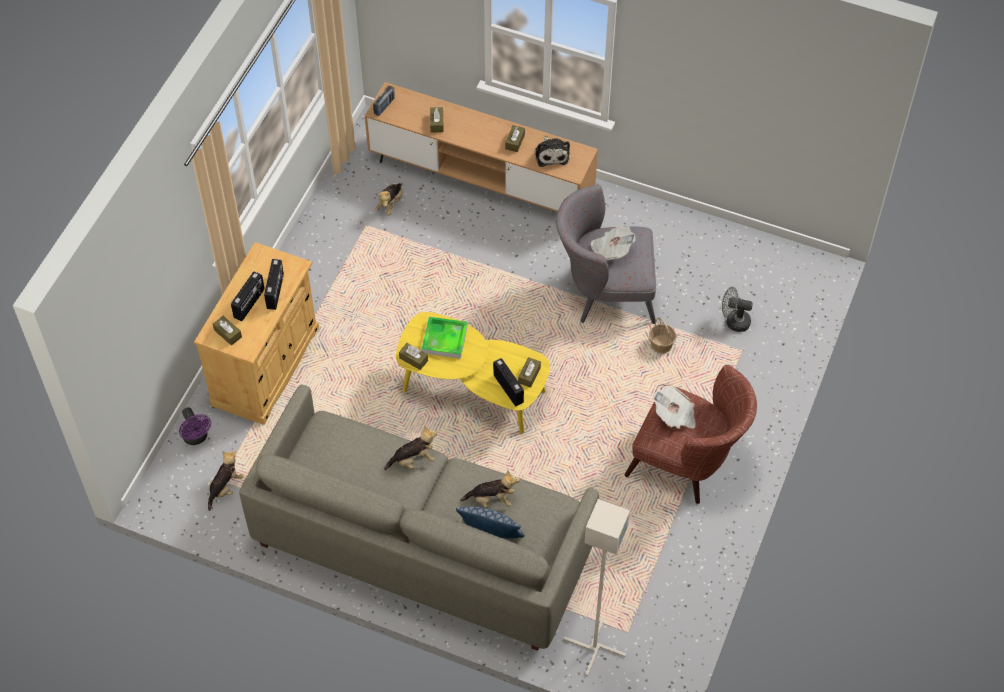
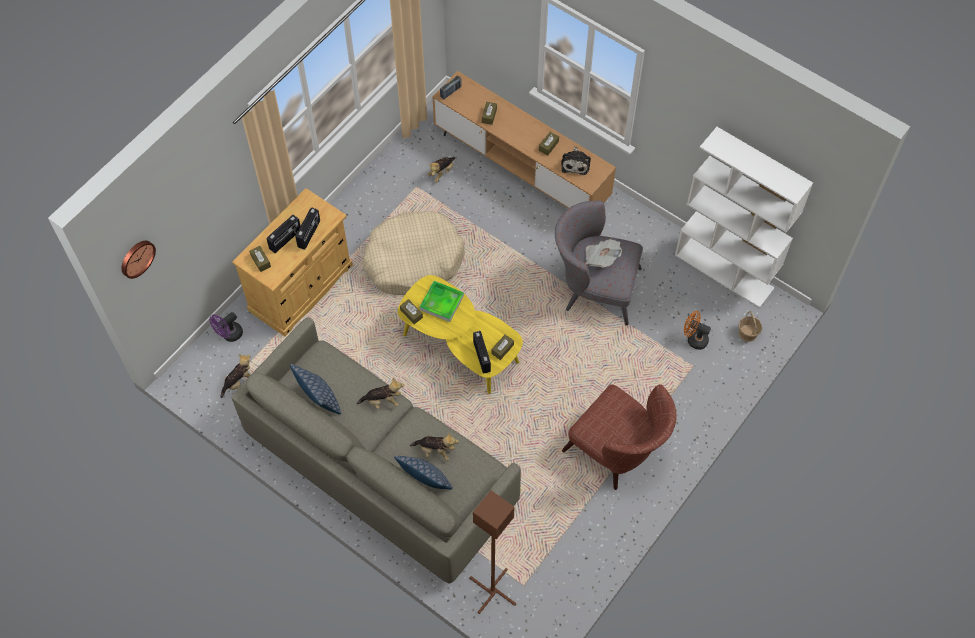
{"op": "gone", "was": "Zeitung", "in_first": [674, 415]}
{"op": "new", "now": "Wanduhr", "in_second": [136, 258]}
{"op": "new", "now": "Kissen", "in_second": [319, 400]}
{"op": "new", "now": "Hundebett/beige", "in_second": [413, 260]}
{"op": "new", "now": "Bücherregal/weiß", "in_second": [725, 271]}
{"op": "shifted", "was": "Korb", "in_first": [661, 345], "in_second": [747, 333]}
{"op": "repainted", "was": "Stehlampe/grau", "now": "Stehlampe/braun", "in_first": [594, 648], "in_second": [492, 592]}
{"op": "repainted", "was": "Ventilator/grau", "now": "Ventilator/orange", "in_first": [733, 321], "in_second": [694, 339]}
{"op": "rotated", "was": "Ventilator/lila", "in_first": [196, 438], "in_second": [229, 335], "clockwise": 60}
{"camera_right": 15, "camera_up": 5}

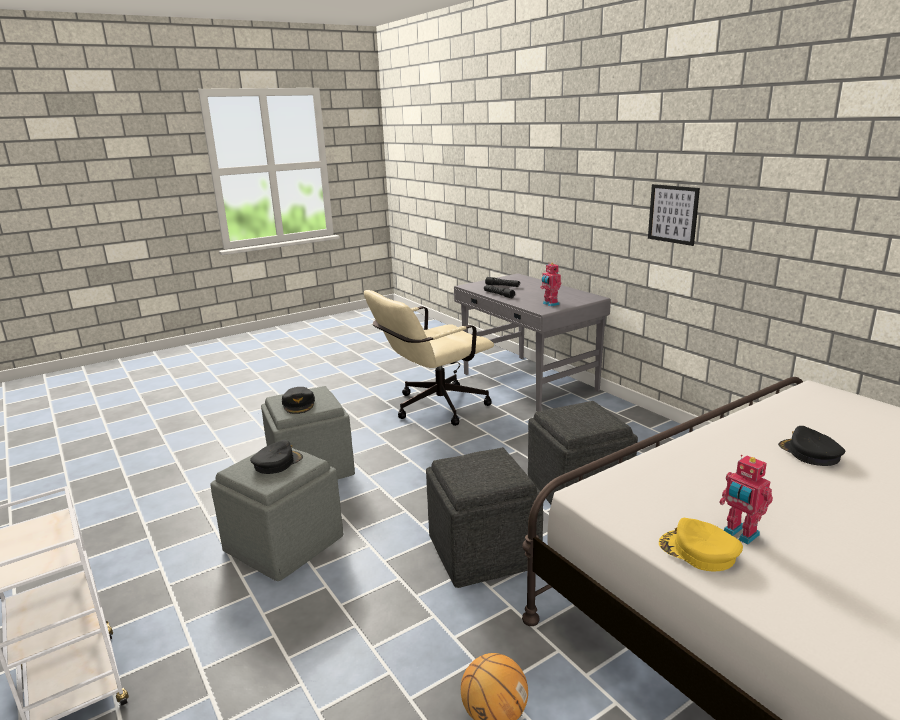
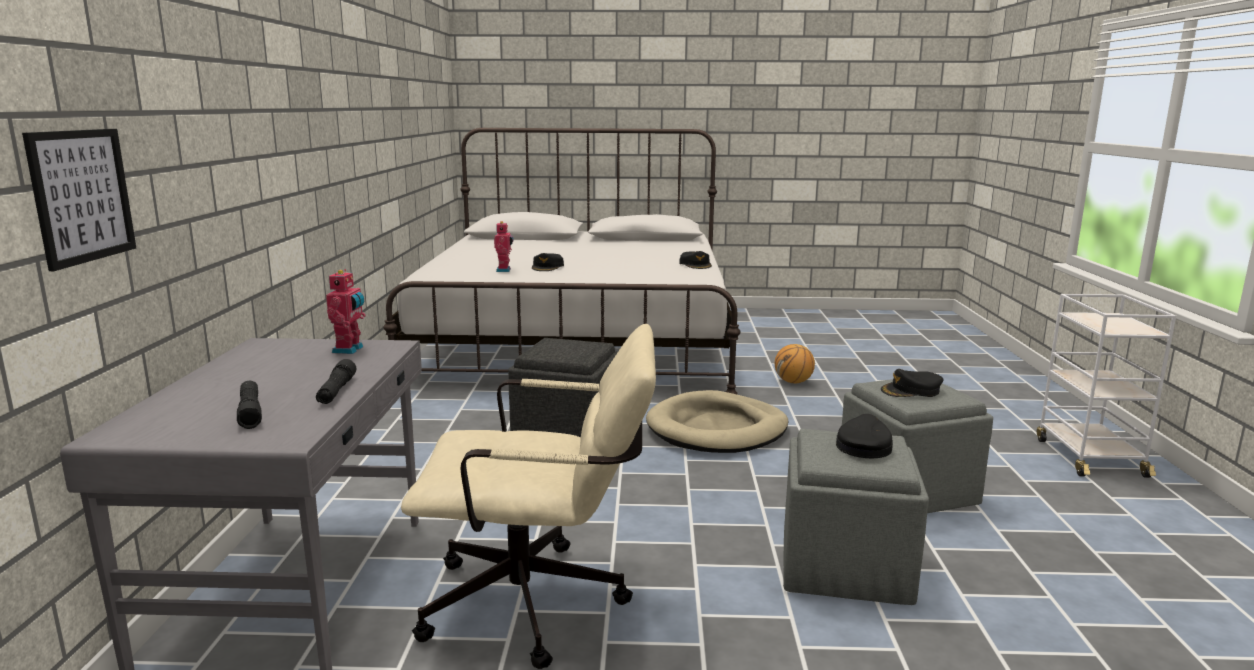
{"op": "shifted", "was": "Bild", "in_first": [673, 214], "in_second": [82, 196]}
{"op": "shifted", "was": "Spielzeugroboter", "in_first": [739, 534], "in_second": [504, 270]}
{"op": "swapped", "was": "Polsterhocker/grau", "now": "Hundebett/beige", "in_first": [482, 552], "in_second": [717, 429]}
{"op": "repainted", "was": "Kappe/gelb", "now": "Kappe/schwarz", "in_first": [698, 551], "in_second": [695, 265]}
{"camera_right": -145, "camera_up": -5}

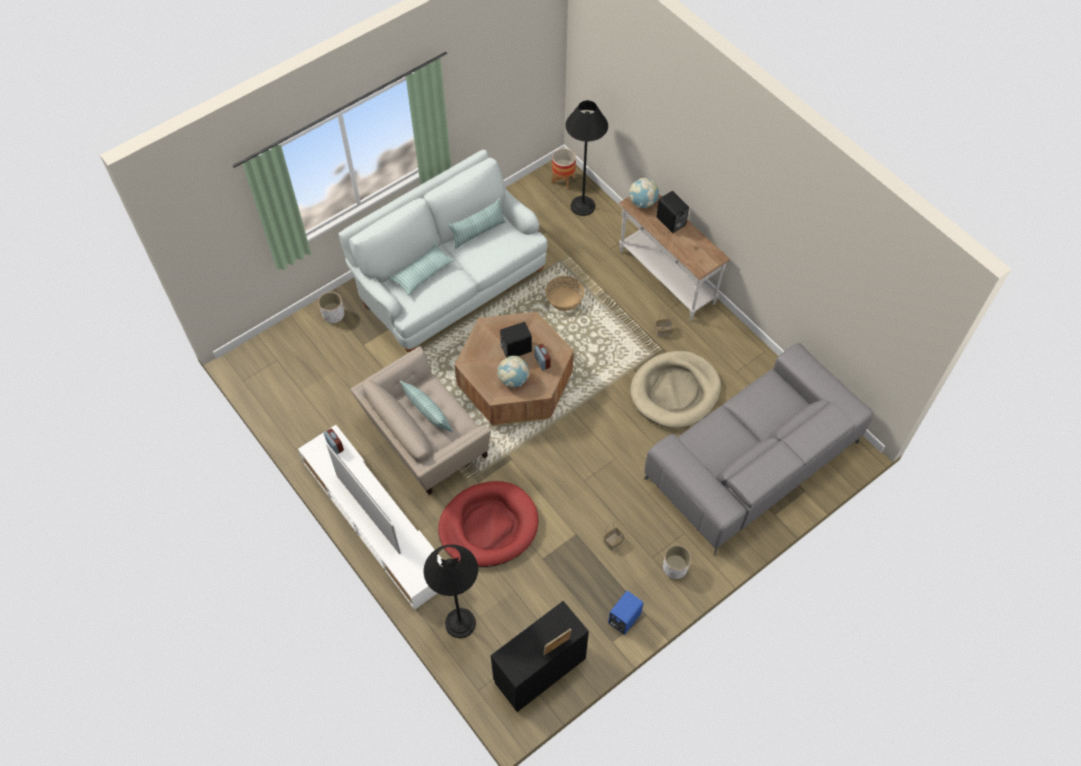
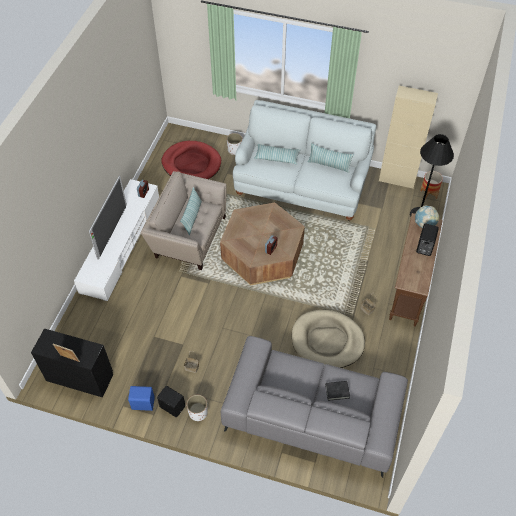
{"op": "gone", "was": "Stehlampe/schwarz", "in_first": [460, 623]}
{"op": "gone", "was": "Globus", "in_first": [513, 379]}
{"op": "gone", "was": "Korb", "in_first": [564, 299]}
{"op": "new", "now": "Buch/schwarz", "in_second": [337, 391]}
{"op": "new", "now": "Schrank/beige", "in_second": [397, 179]}
{"op": "shifted", "was": "Hundebett/rot", "in_first": [488, 526], "in_second": [191, 164]}
{"op": "shifted", "was": "Lautsprecher/schwarz", "in_first": [515, 349], "in_second": [172, 406]}
{"op": "repainted", "was": "Konsolentisch/weiß", "now": "Konsolentisch/braun", "in_first": [665, 278], "in_second": [408, 288]}
{"camera_right": 55, "camera_up": -5}

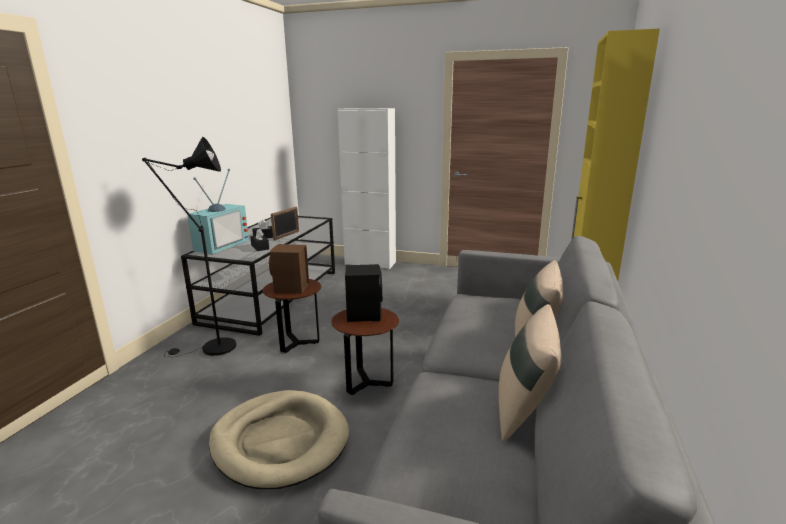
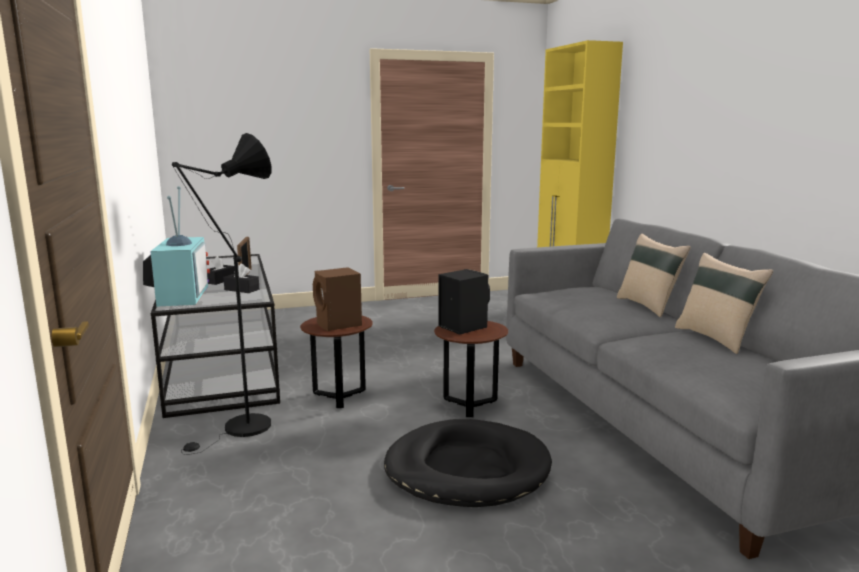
{"op": "gone", "was": "Schrank/weiß", "in_first": [370, 263]}
{"op": "repainted", "was": "Hundebett/beige", "now": "Hundebett/schwarz", "in_first": [280, 441], "in_second": [467, 469]}
{"camera_right": -35, "camera_up": -5}

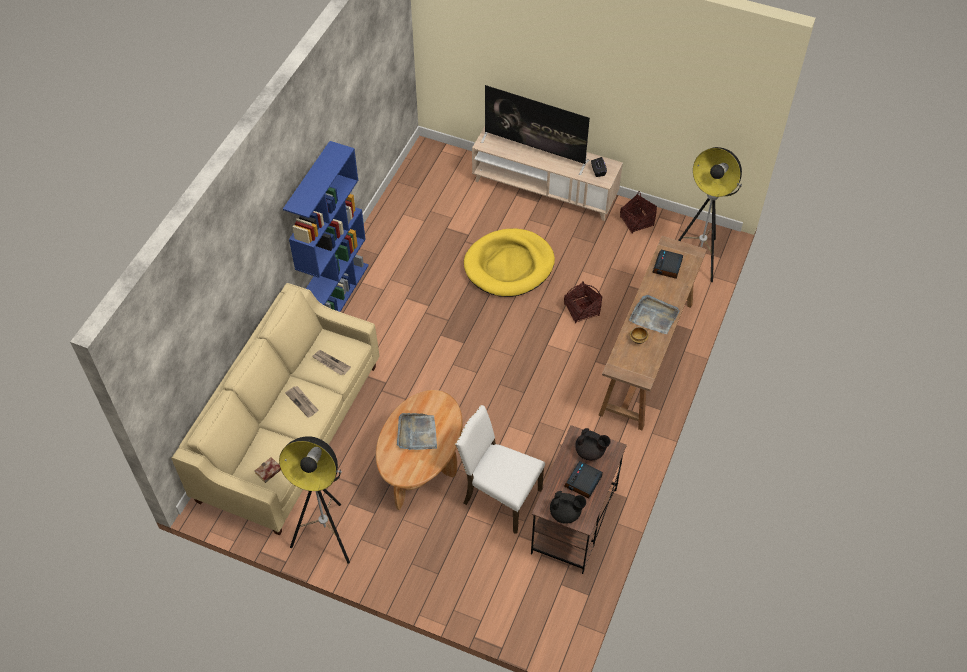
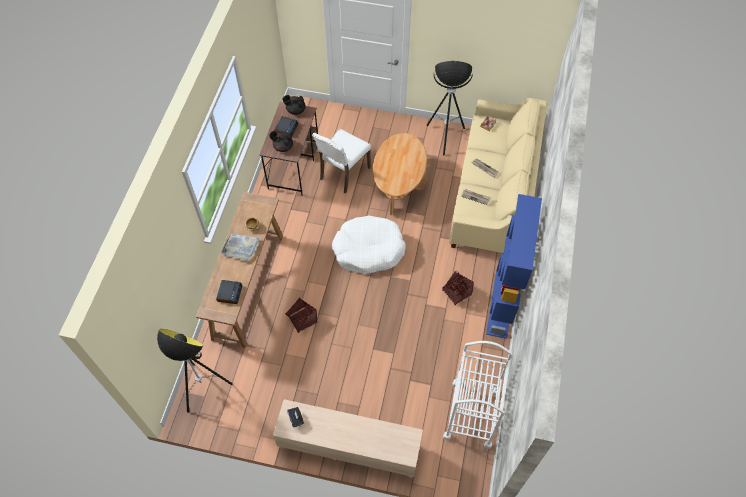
{"op": "gone", "was": "Tablett/grau", "in_first": [417, 433]}
{"op": "gone", "was": "Hundebett/gelb", "in_first": [509, 265]}
{"op": "gone", "was": "Fernseher", "in_first": [535, 151]}
{"op": "new", "now": "Hundebett/weiß", "in_second": [368, 250]}
{"op": "new", "now": "Rollwagen/weiß", "in_second": [471, 414]}
{"op": "shifted", "was": "Korb", "in_first": [636, 221], "in_second": [456, 293]}
{"op": "rotated", "was": "Stuhl/weiß", "in_first": [500, 497], "in_second": [343, 173], "clockwise": 105}
{"camera_right": 170, "camera_up": 5}

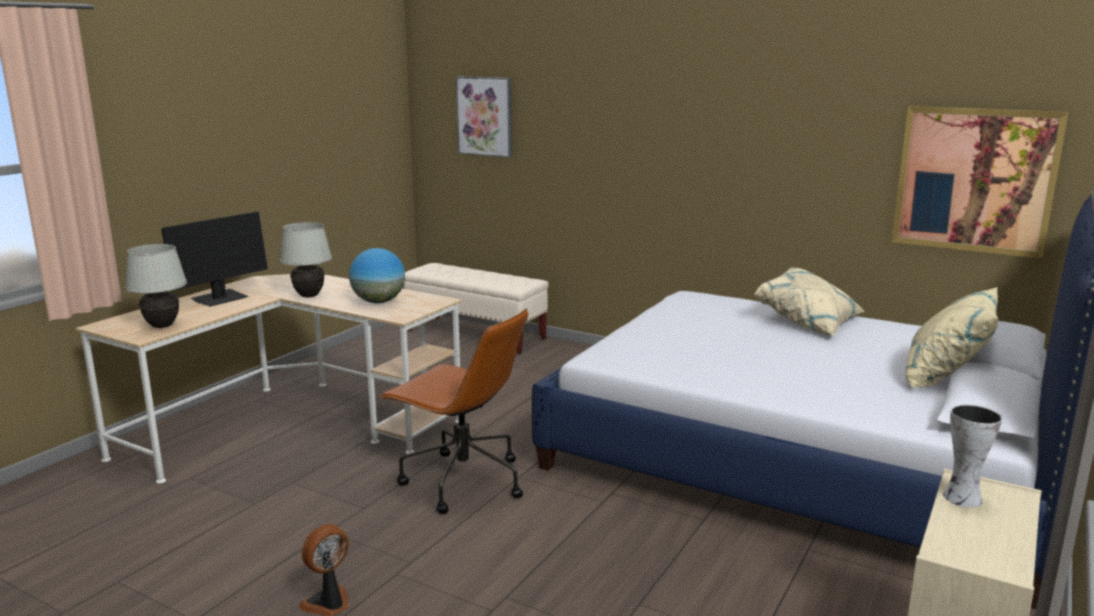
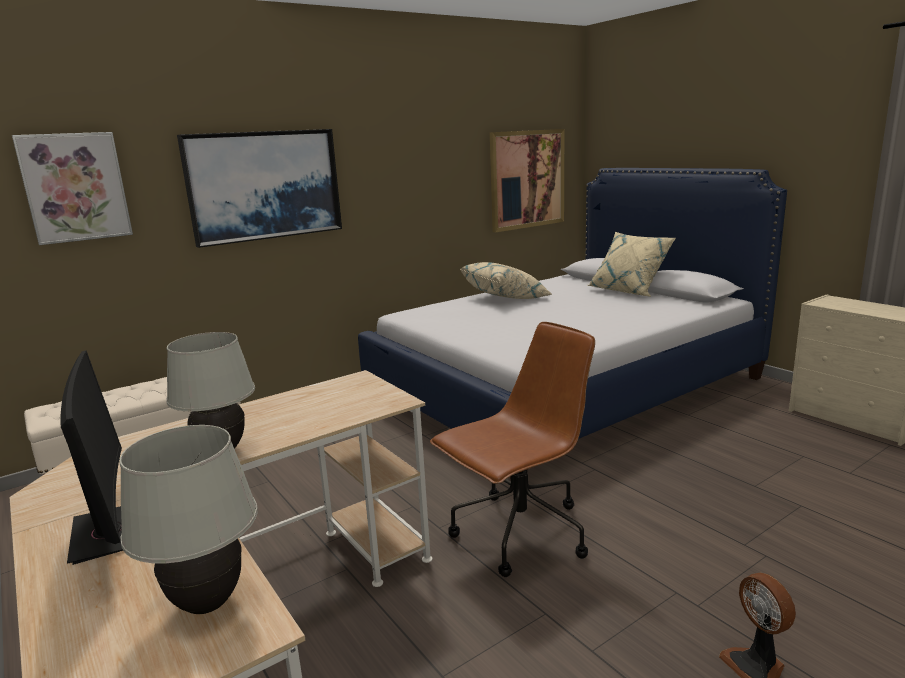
{"op": "gone", "was": "Globus", "in_first": [378, 302]}
{"op": "gone", "was": "Vase", "in_first": [960, 497]}
{"op": "new", "now": "Bild", "in_second": [264, 185]}
{"camera_right": -65, "camera_up": 0}

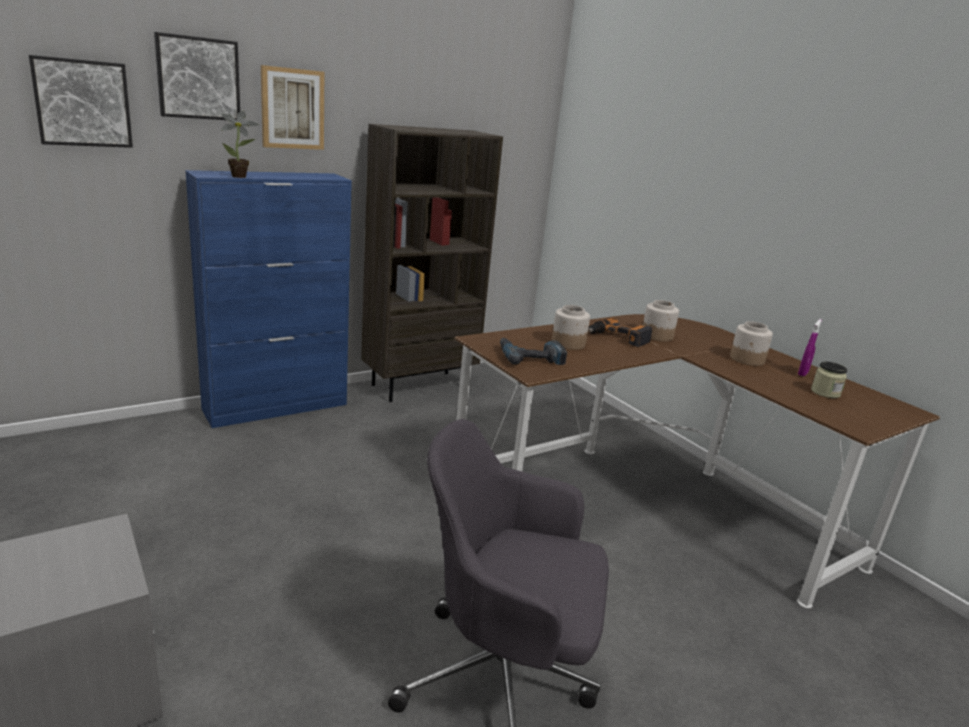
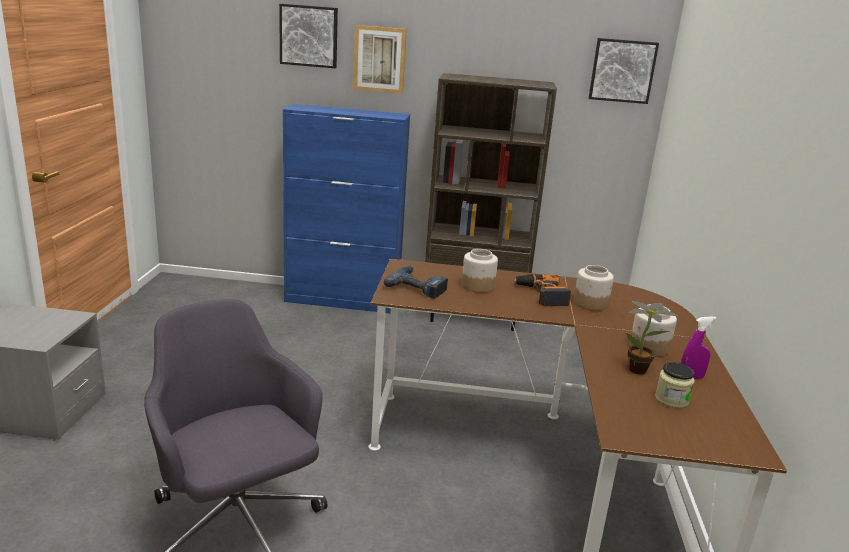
{"op": "shifted", "was": "Bild", "in_first": [82, 103], "in_second": [622, 70]}
{"op": "shifted", "was": "Topfpflanze", "in_first": [241, 177], "in_second": [640, 371]}
{"camera_right": 40, "camera_up": 0}

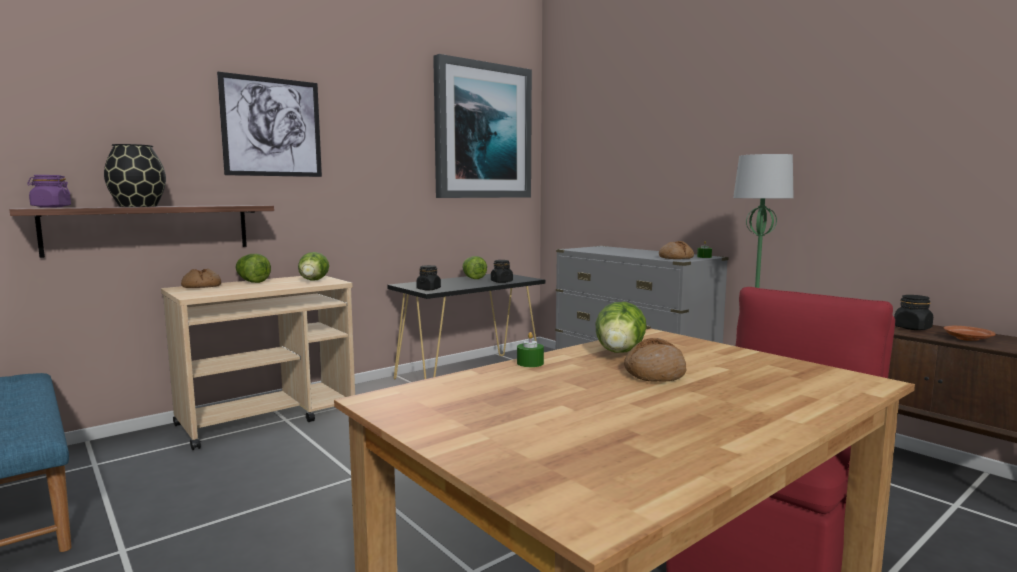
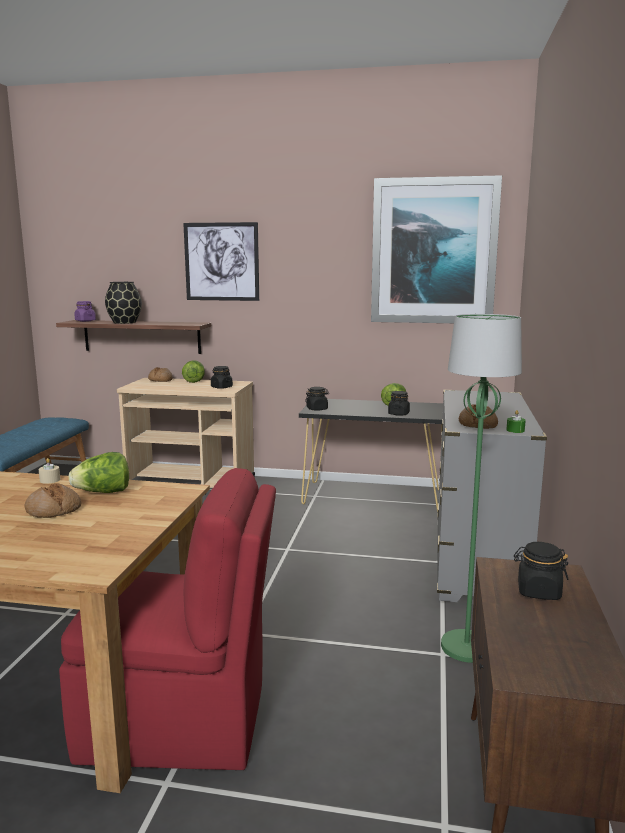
{"op": "gone", "was": "Teller/braun", "in_first": [967, 339]}
{"op": "swapped", "was": "Salatkopf", "now": "Vorratsglas/schwarz", "in_first": [313, 281], "in_second": [221, 387]}
{"op": "repainted", "was": "Kerze/grün", "now": "Kerze/beige", "in_first": [530, 363], "in_second": [50, 480]}
{"camera_right": 50, "camera_up": 5}

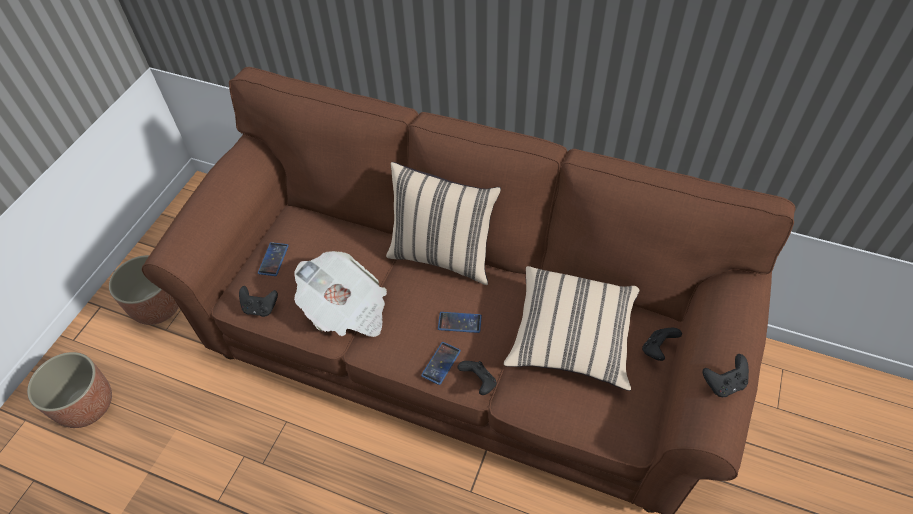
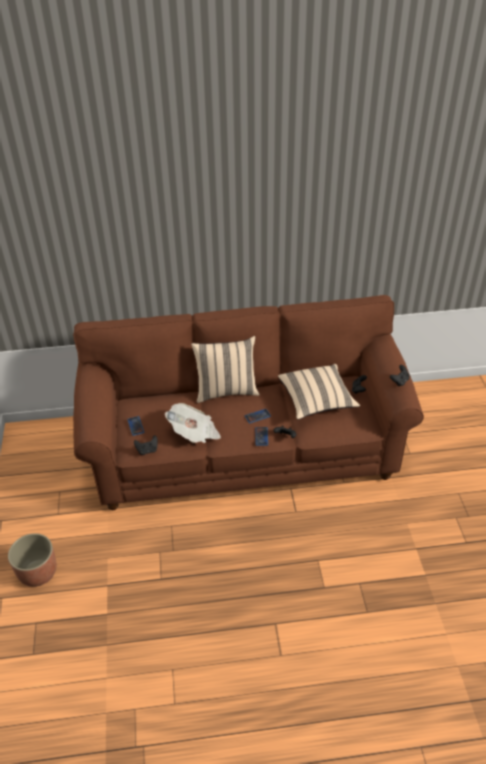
{"op": "gone", "was": "Pflanzkübel", "in_first": [158, 306]}
{"camera_right": -30, "camera_up": -10}

